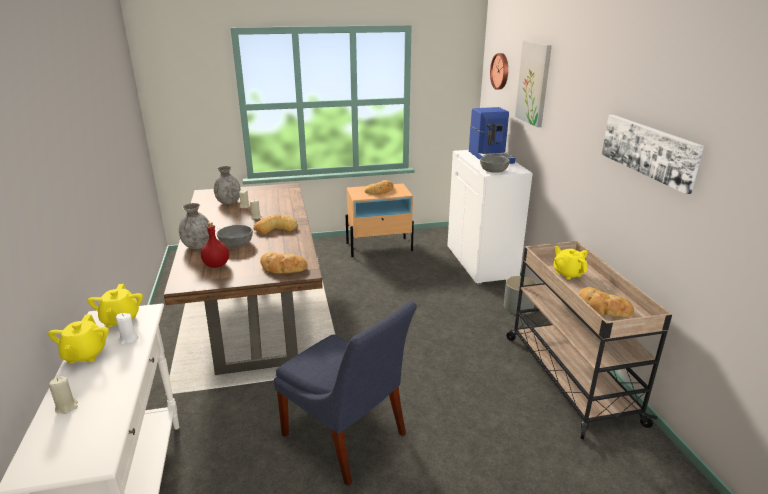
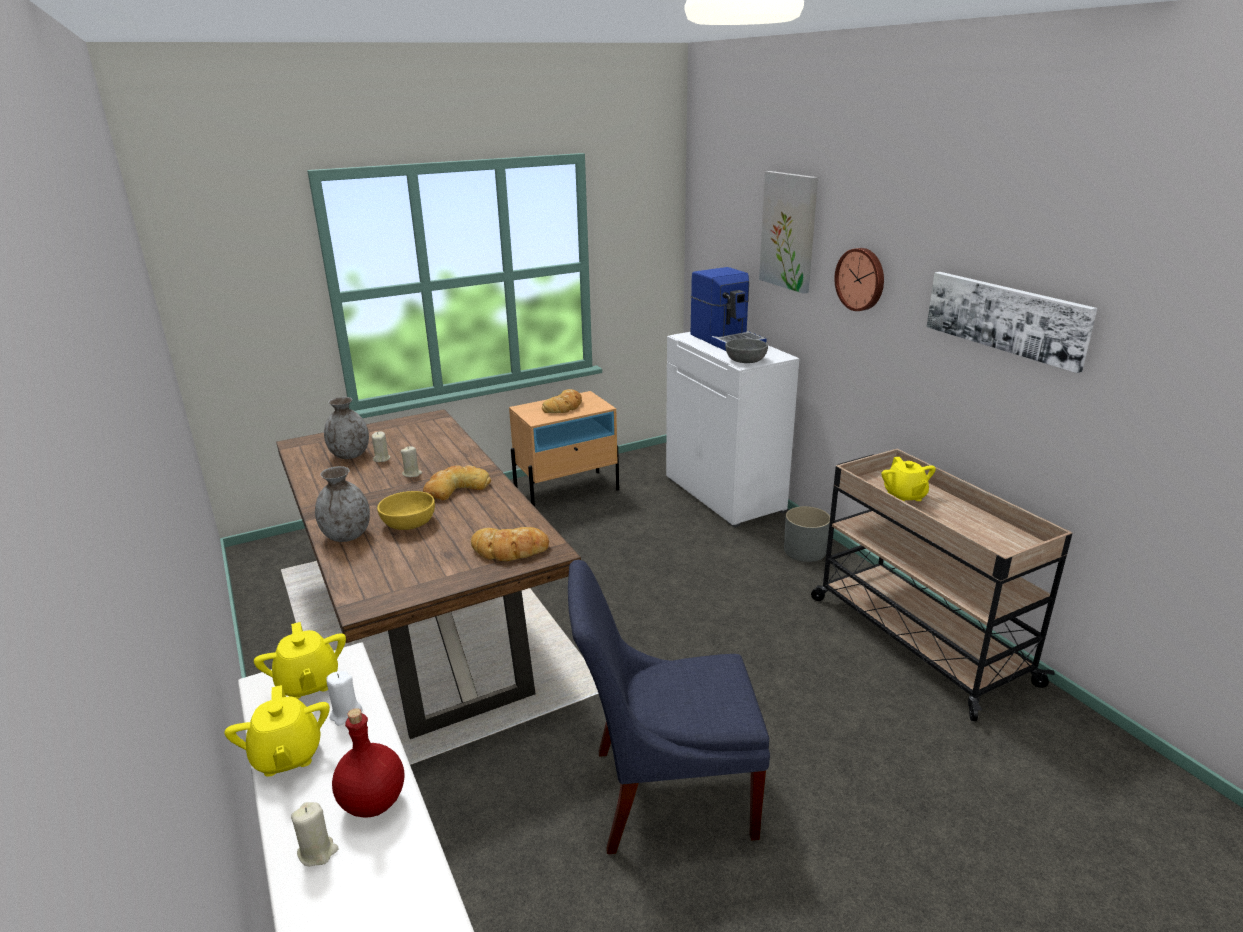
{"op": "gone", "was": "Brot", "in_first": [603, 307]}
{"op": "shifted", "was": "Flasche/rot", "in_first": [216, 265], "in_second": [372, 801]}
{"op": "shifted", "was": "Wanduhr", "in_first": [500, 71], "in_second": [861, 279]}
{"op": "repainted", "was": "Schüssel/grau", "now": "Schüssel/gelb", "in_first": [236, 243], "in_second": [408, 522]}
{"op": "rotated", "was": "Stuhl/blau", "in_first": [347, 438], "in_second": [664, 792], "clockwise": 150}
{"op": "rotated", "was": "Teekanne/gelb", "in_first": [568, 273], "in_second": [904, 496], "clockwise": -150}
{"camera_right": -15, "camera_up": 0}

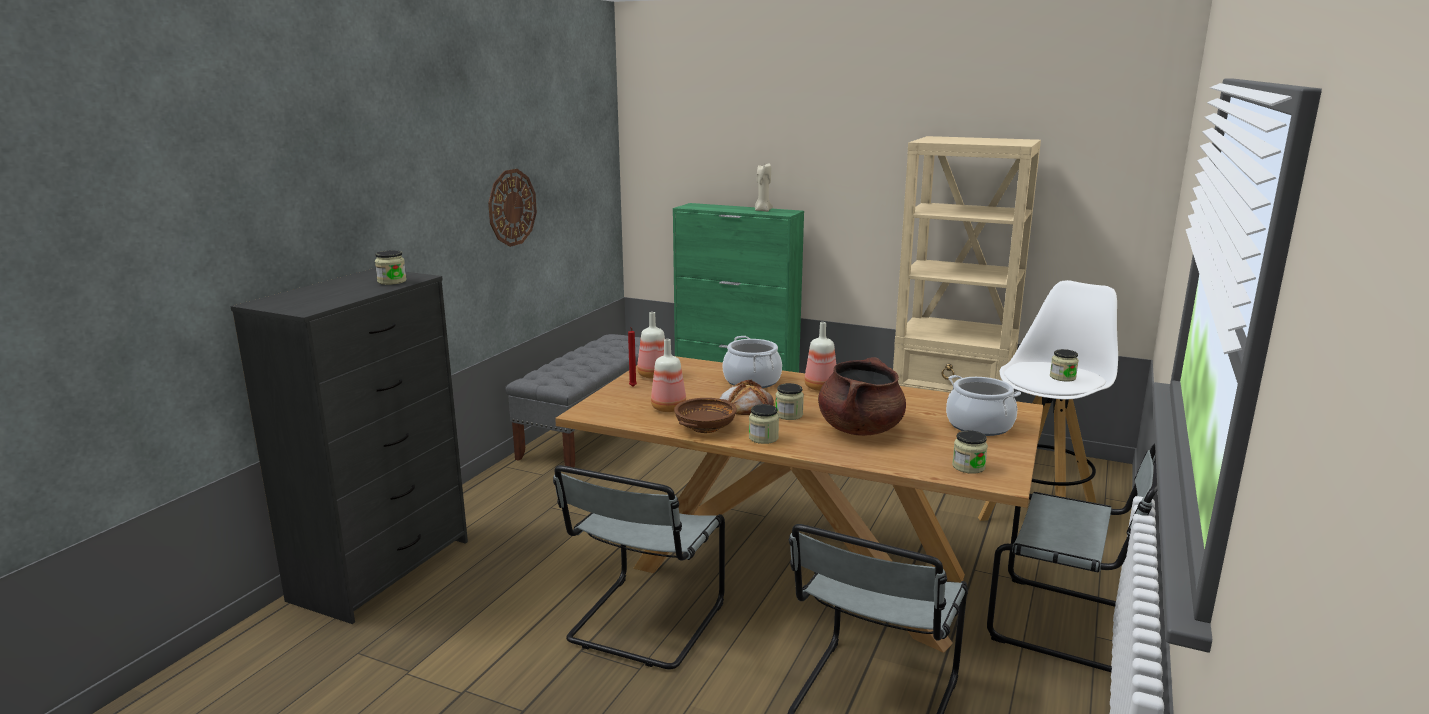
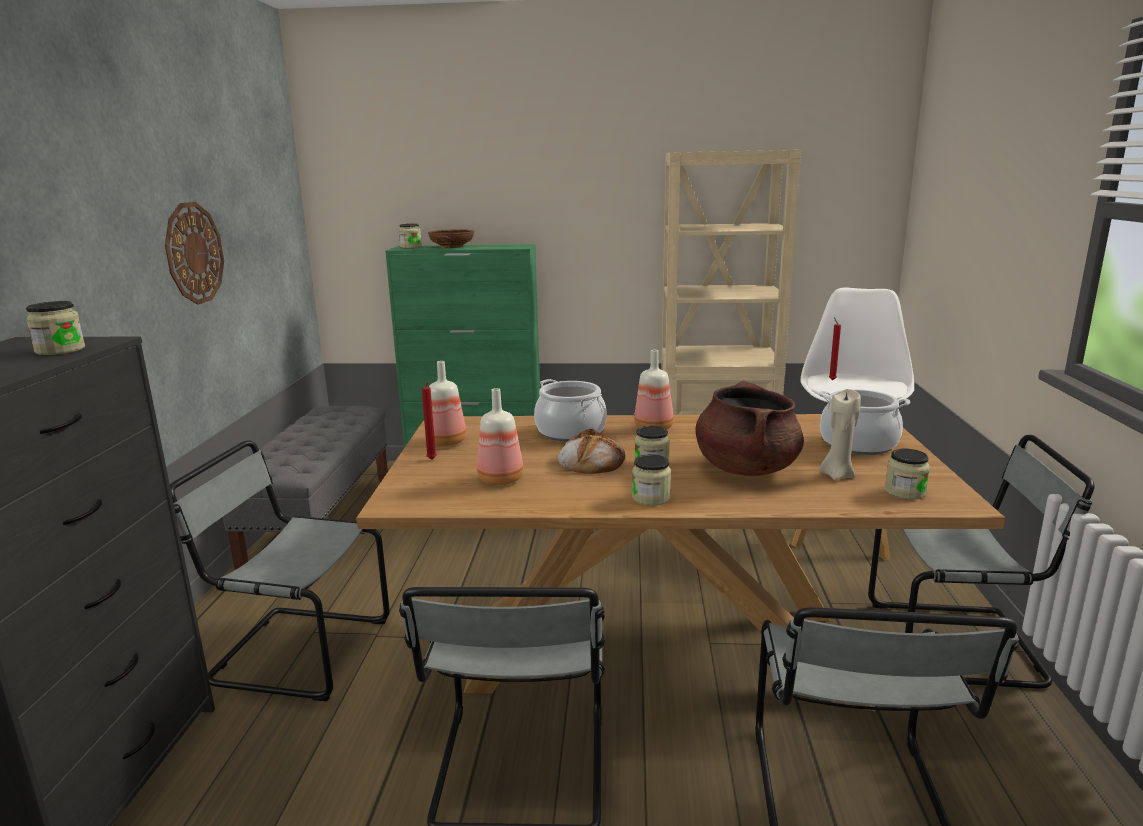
{"op": "new", "now": "Stuhl/grau", "in_second": [295, 651]}
{"op": "new", "now": "Kerze/rot", "in_second": [831, 380]}
{"op": "shifted", "was": "Schüssel/braun", "in_first": [705, 427], "in_second": [452, 246]}
{"op": "shifted", "was": "Kerze/beige", "in_first": [762, 210], "in_second": [837, 475]}
{"op": "shifted", "was": "Vorratsglas", "in_first": [1062, 377], "in_second": [411, 247]}
{"camera_right": -20, "camera_up": 0}

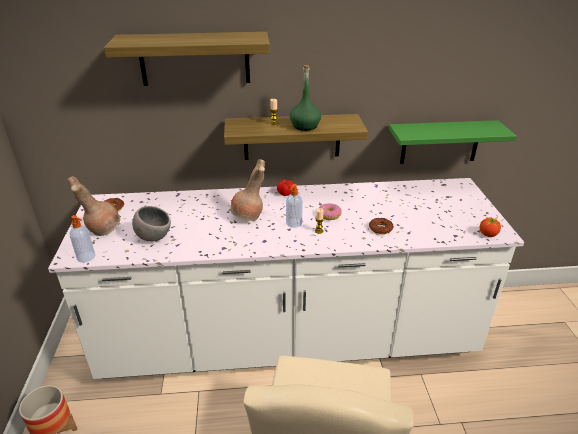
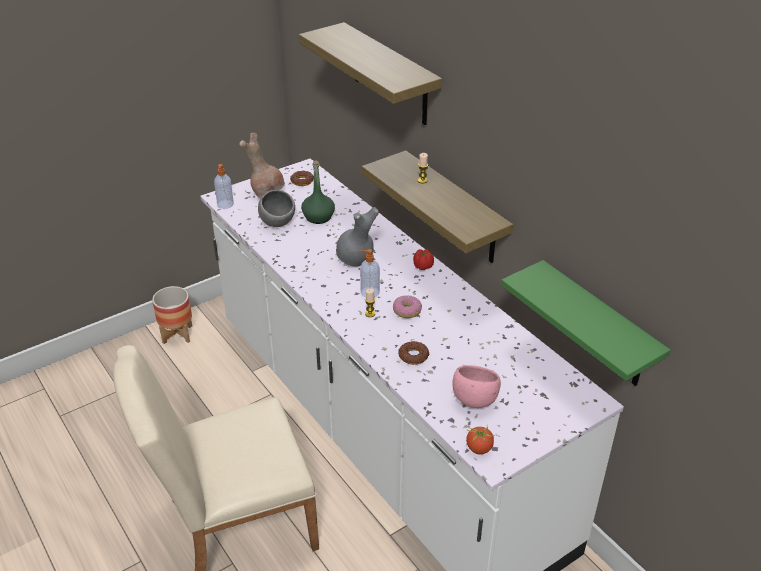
{"op": "new", "now": "Schüssel/rosa", "in_second": [474, 400]}
{"op": "shifted", "was": "Flasche/grün", "in_first": [305, 126], "in_second": [318, 217]}
{"op": "repainted", "was": "Vase/braun", "now": "Vase/grau", "in_first": [248, 217], "in_second": [355, 260]}
{"camera_right": 60, "camera_up": 5}

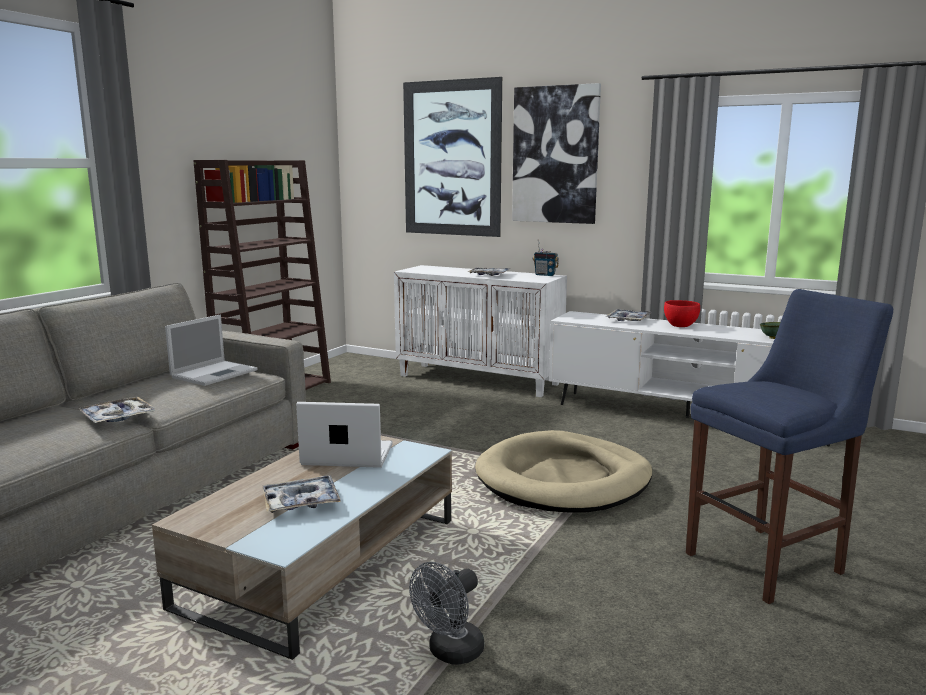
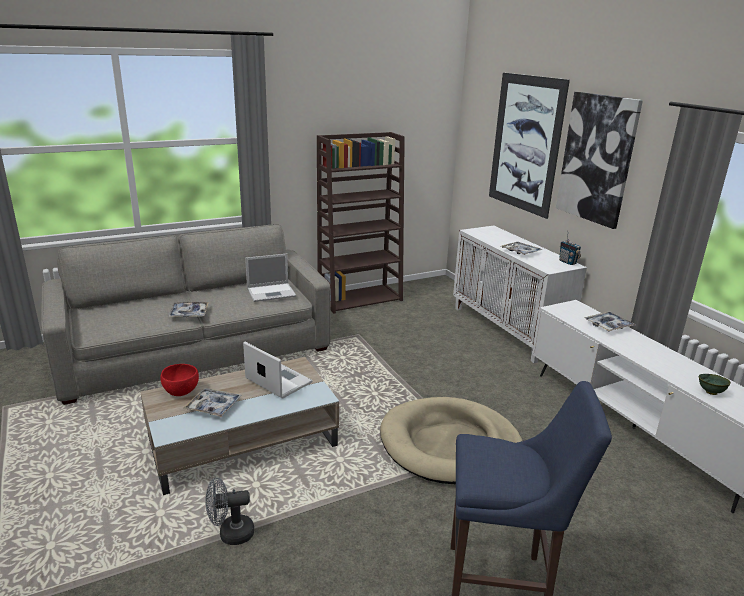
{"op": "shifted", "was": "Schüssel/rot", "in_first": [680, 326], "in_second": [180, 392]}
{"camera_right": 35, "camera_up": 10}

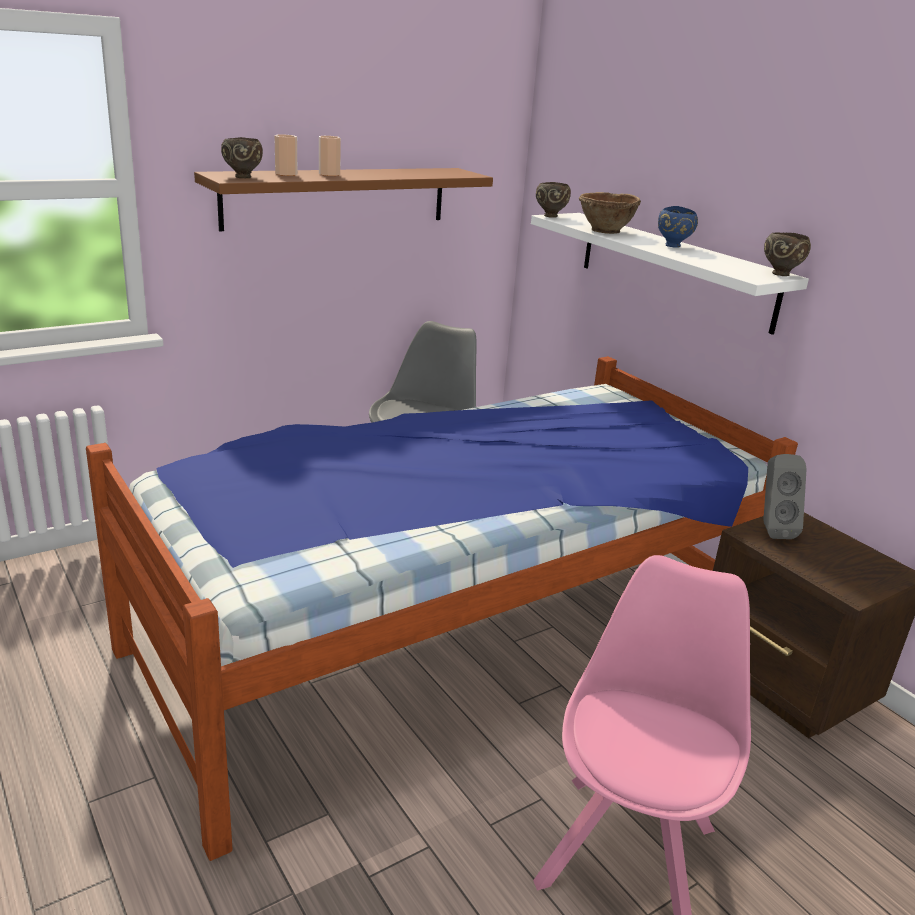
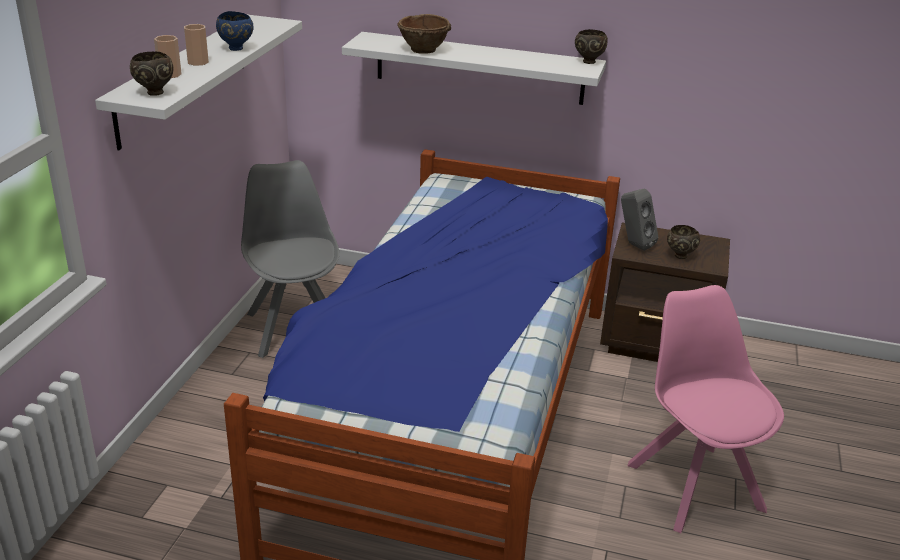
{"op": "shifted", "was": "Schüssel/braun", "in_first": [550, 216], "in_second": [679, 255]}
{"op": "shifted", "was": "Schüssel/blau", "in_first": [673, 246], "in_second": [236, 49]}
{"op": "repainted", "was": "Wandregal/braun", "now": "Wandregal/weiß", "in_first": [337, 197], "in_second": [183, 78]}
{"camera_right": -40, "camera_up": 5}

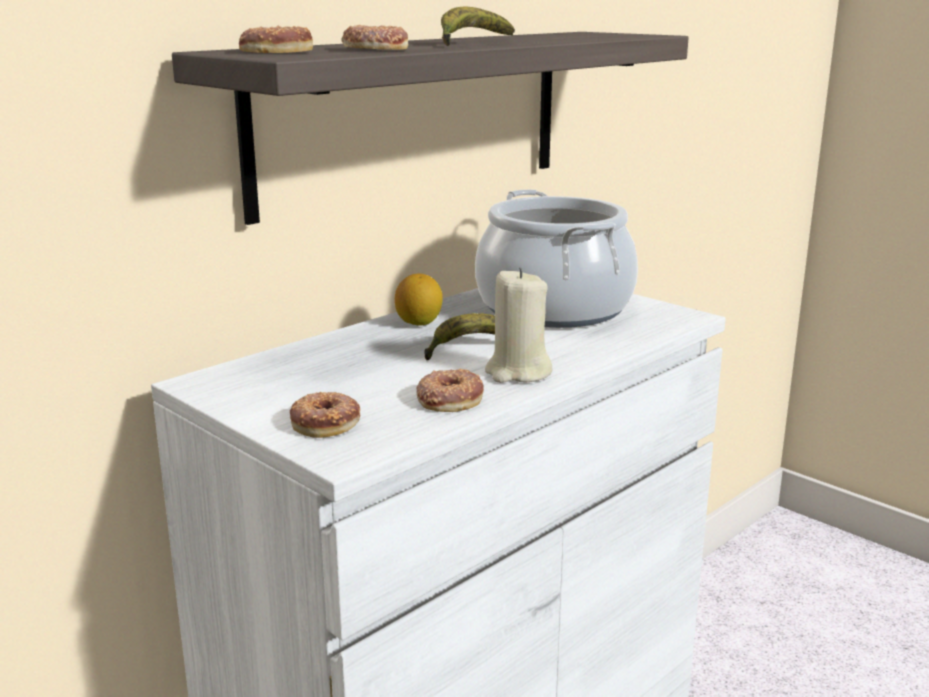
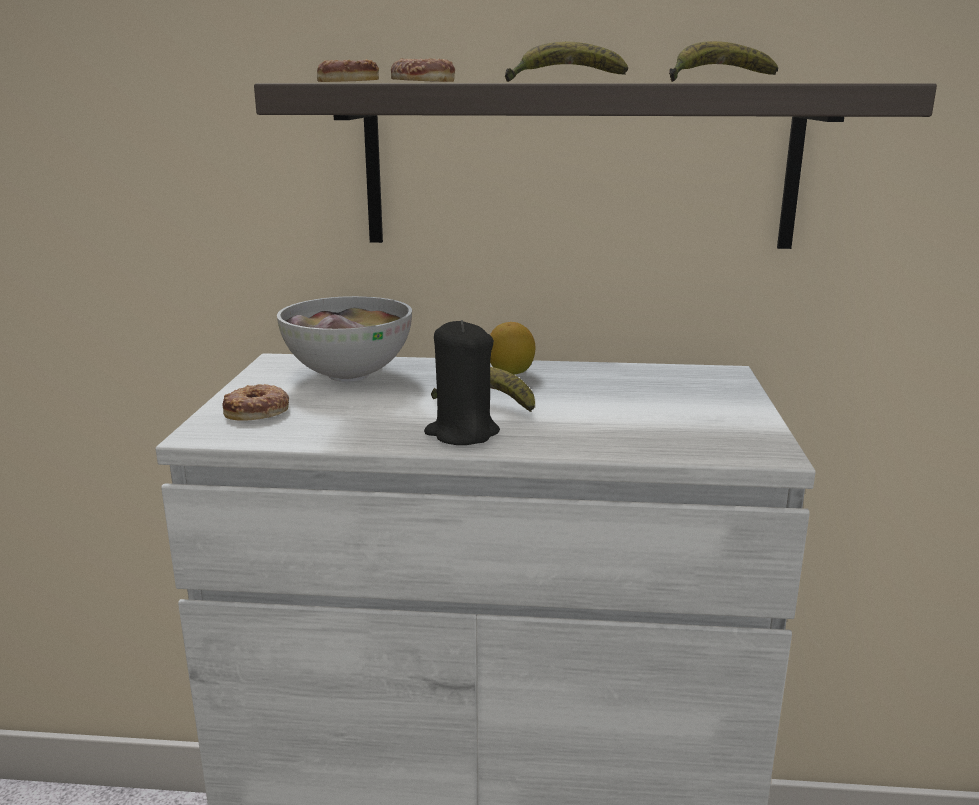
{"op": "gone", "was": "Donut", "in_first": [449, 398]}
{"op": "gone", "was": "Kochtopf", "in_first": [553, 308]}
{"op": "new", "now": "Schüssel", "in_second": [349, 374]}
{"op": "new", "now": "Banane", "in_second": [716, 81]}
{"op": "repainted", "was": "Kerze/beige", "now": "Kerze/schwarz", "in_first": [517, 372], "in_second": [462, 433]}
{"camera_right": 50, "camera_up": 0}

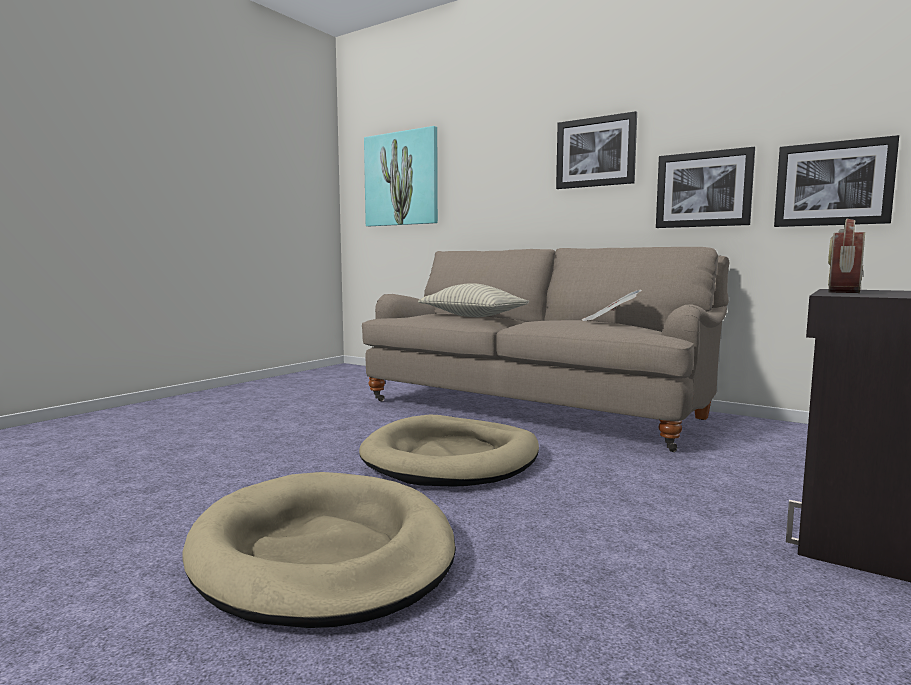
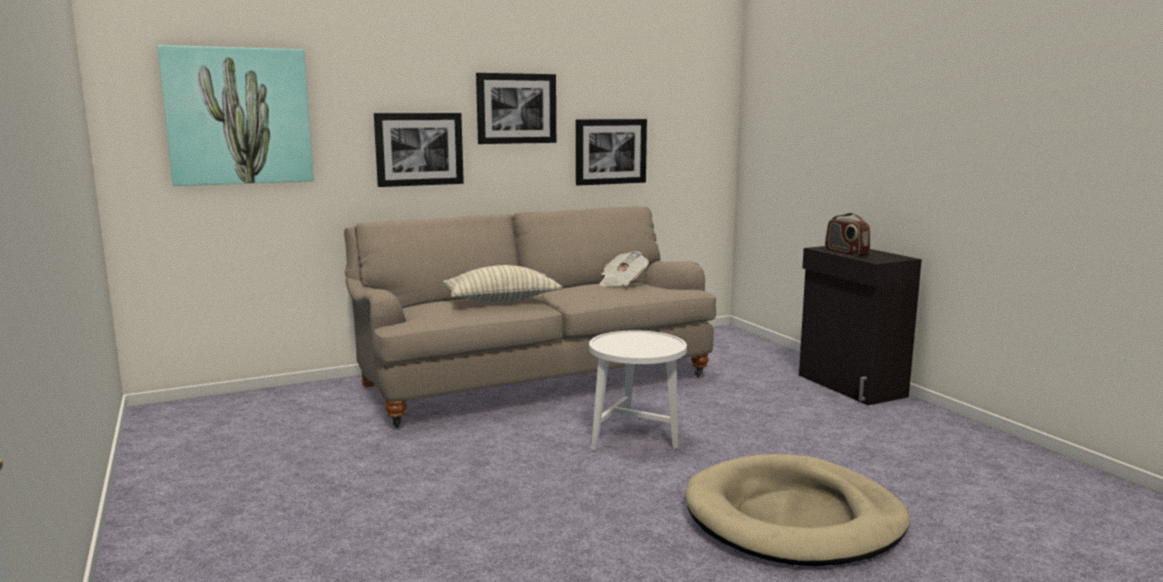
{"op": "shifted", "was": "Bild", "in_first": [833, 184], "in_second": [419, 149]}
{"op": "swapped", "was": "Hundebett/beige", "now": "Beistelltisch/weiß", "in_first": [452, 458], "in_second": [636, 439]}
{"camera_right": -60, "camera_up": 5}

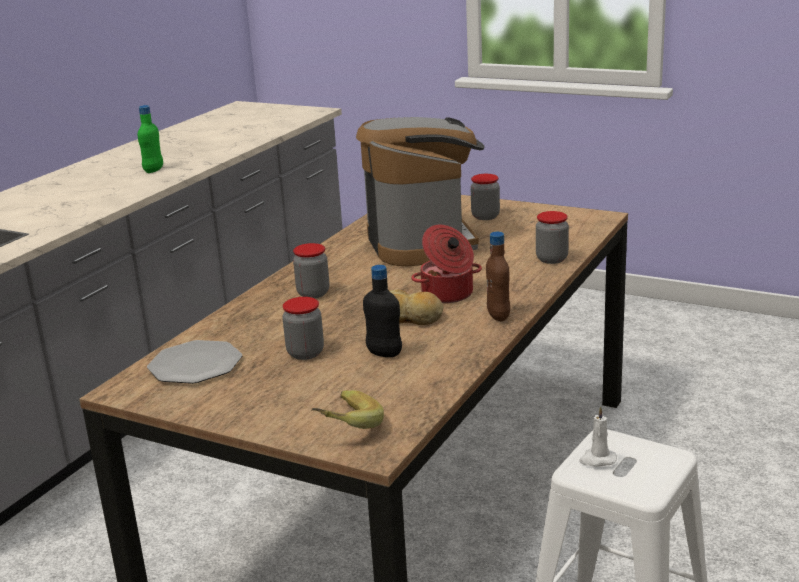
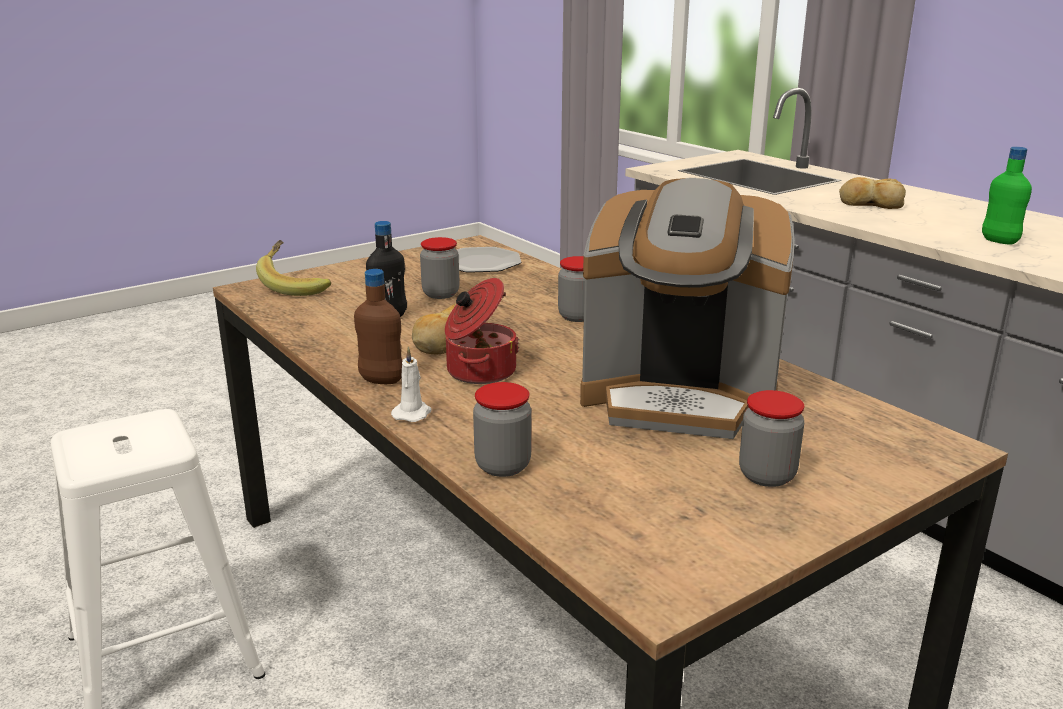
{"op": "new", "now": "Brot", "in_second": [870, 204]}
{"op": "shifted", "was": "Kerze/weiß", "in_first": [597, 459], "in_second": [413, 413]}
{"camera_right": 115, "camera_up": 0}

